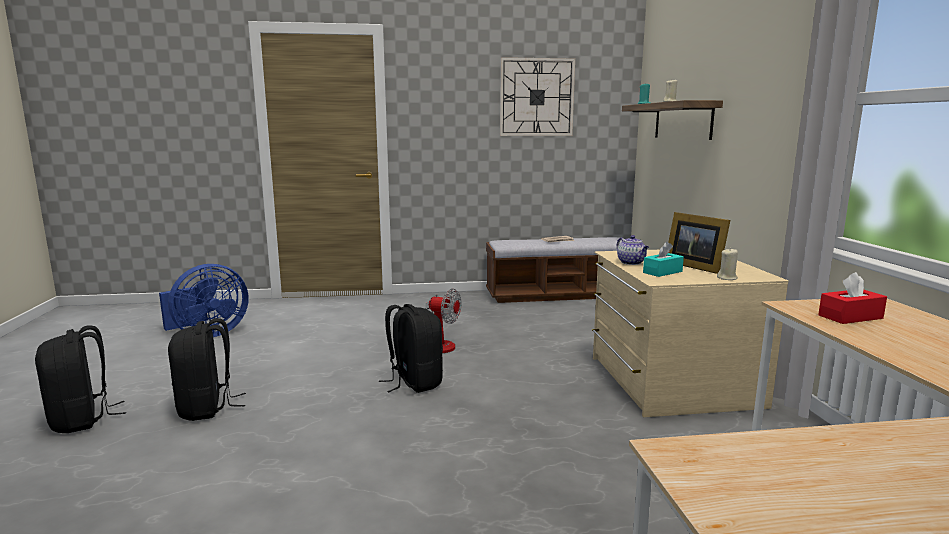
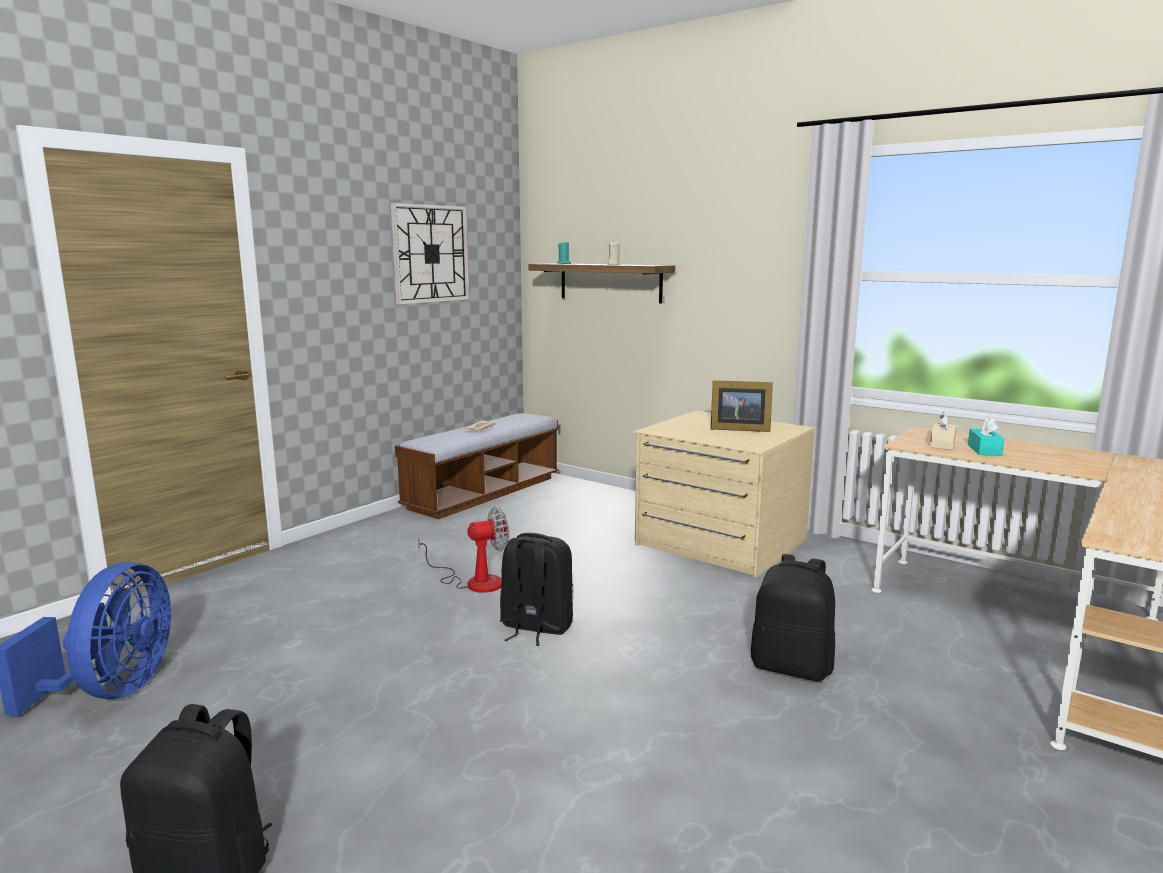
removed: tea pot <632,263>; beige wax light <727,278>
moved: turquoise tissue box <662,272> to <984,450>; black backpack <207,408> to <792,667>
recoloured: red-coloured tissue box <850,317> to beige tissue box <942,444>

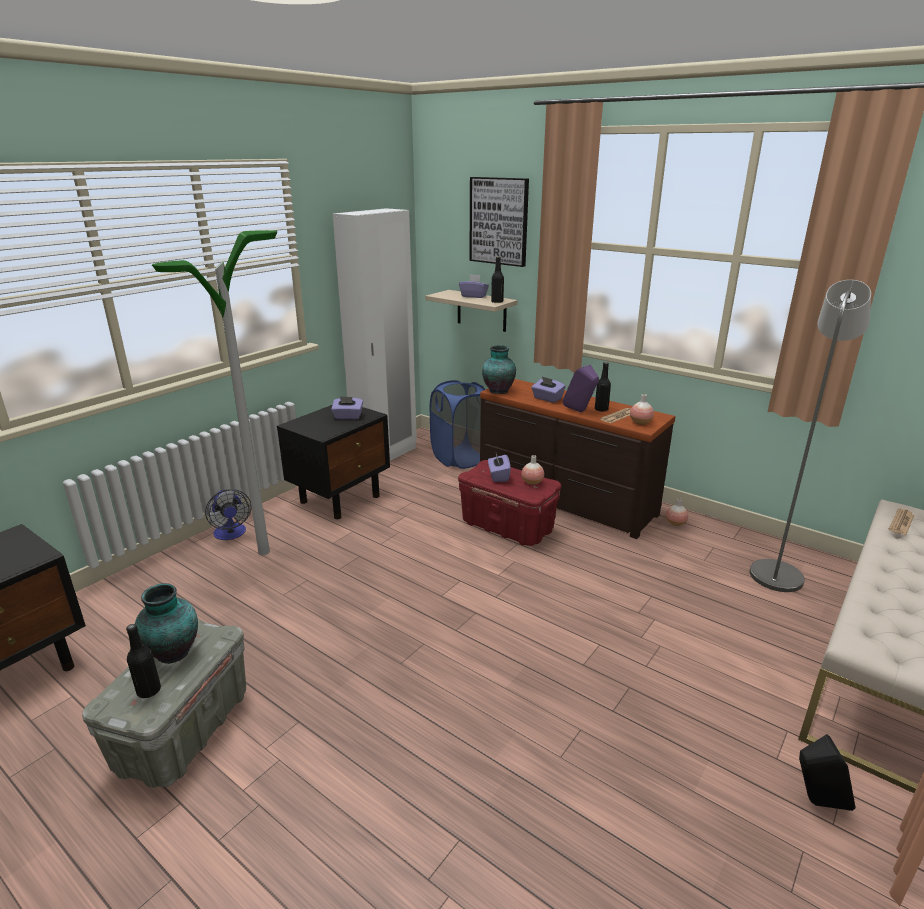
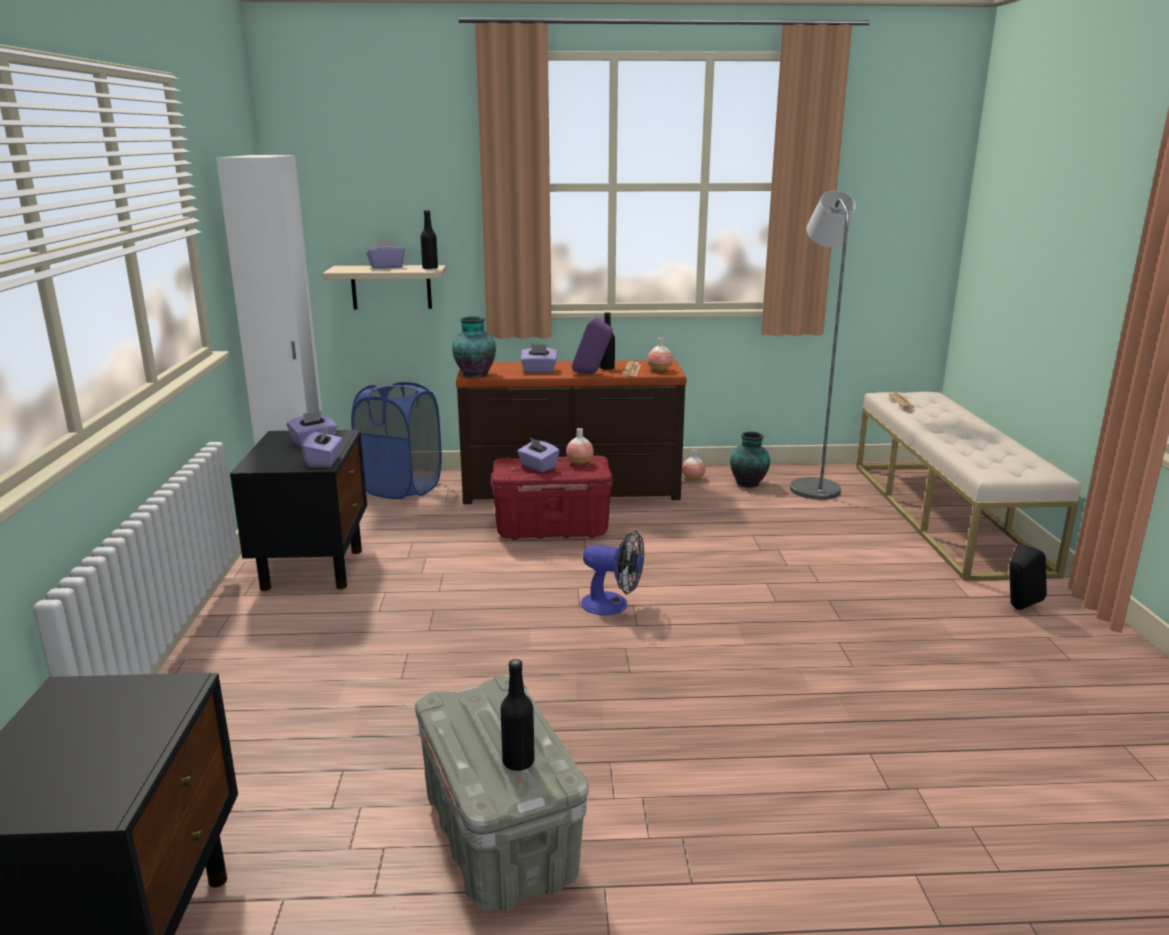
removed: wall art <499,221>; floor lamp <264,552>
added: purple-coloured tissue box <324,461>
moved: fan <231,534> to <613,605>; vase <173,653> to <749,484>

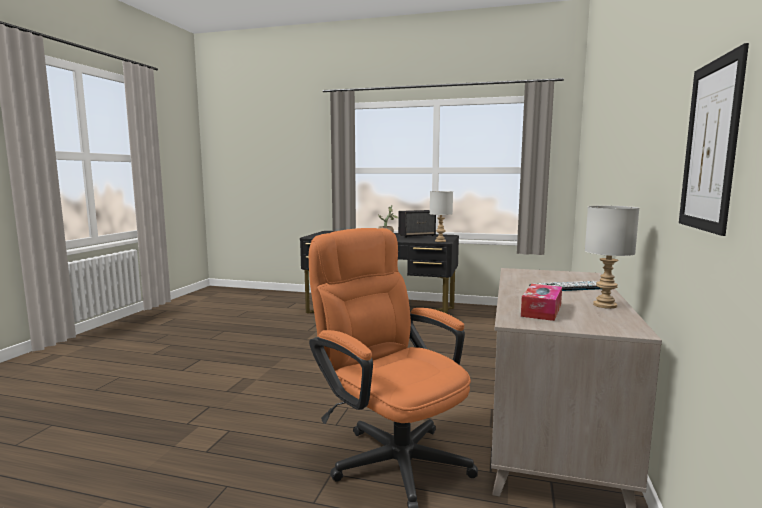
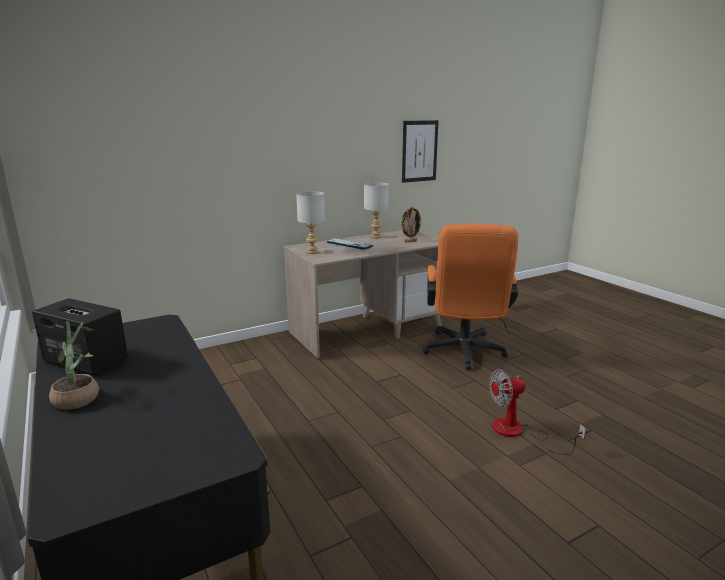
added: fan <518,432>
moved: greyish table lamp <440,241> to <311,252>
replaced: tissue box <541,310> to photo frame <410,241>

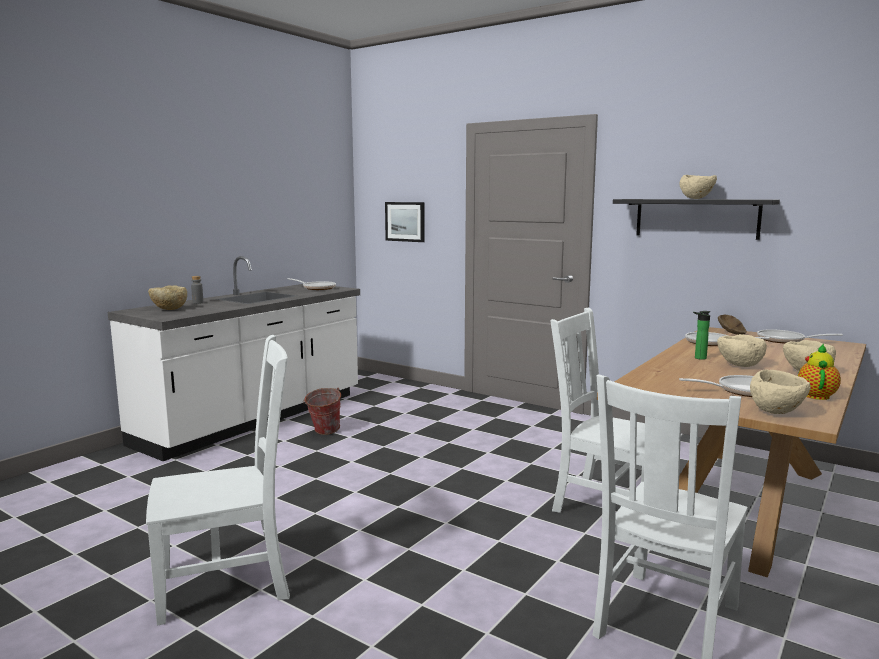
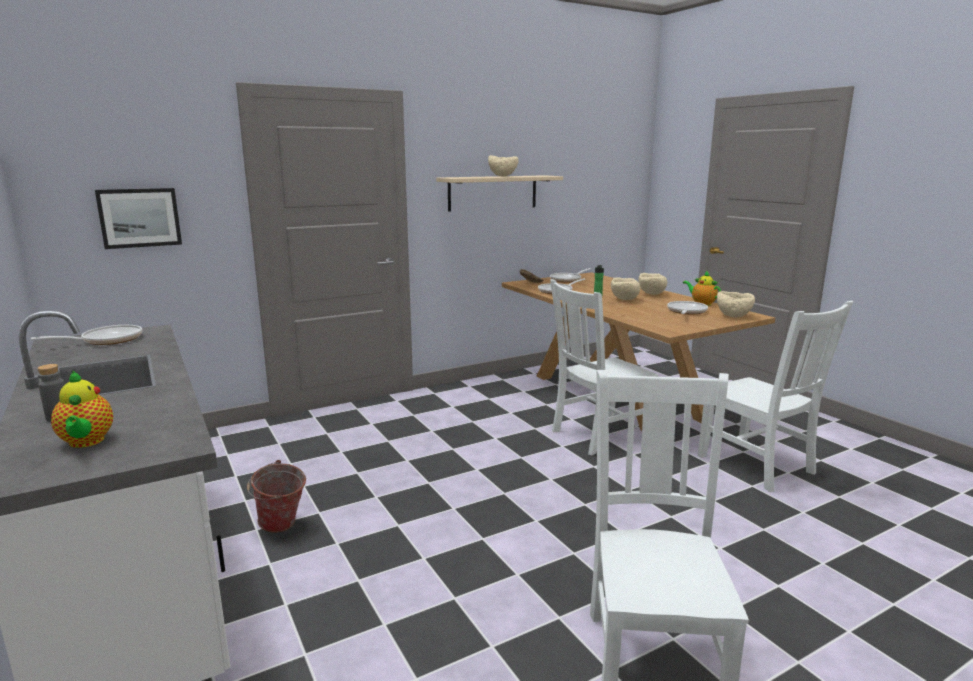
replaced: beige bowl <169,309> to tea pot <86,442>
recoloured: black shelf <696,218> to beige shelf <493,192>

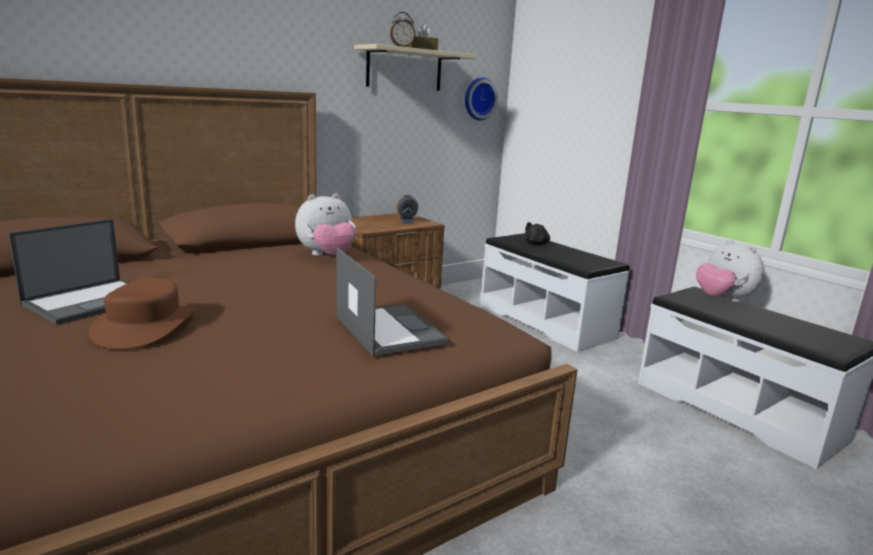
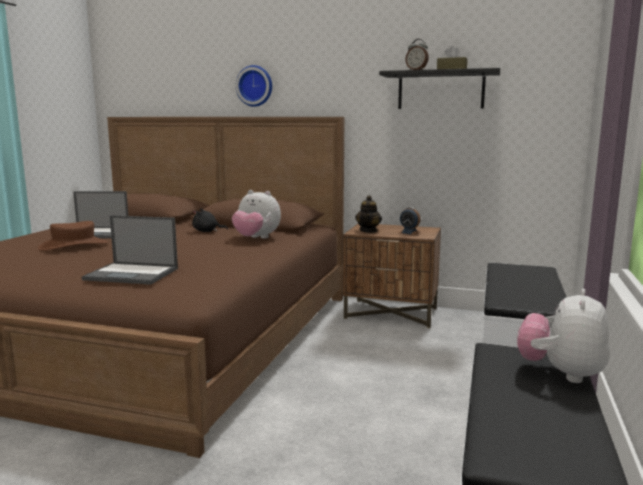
added: tea pot <368,231>
moved: wall clock <478,99> to <255,86>; black soft toy <536,244> to <207,231>
recoloured: beige shelf <404,69> to black shelf <441,90>
turned: notebook computer <388,329> = <133,274> 75 degrees clockwise

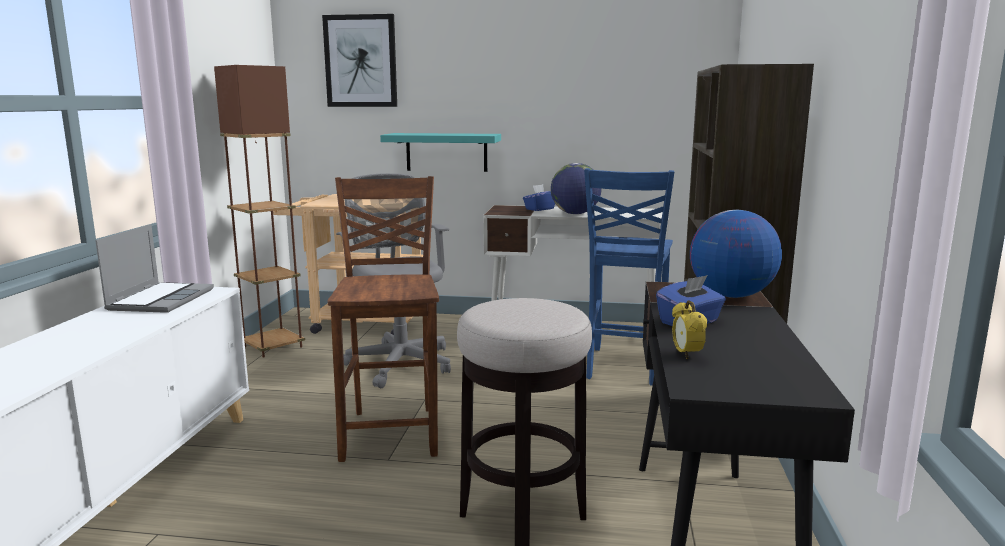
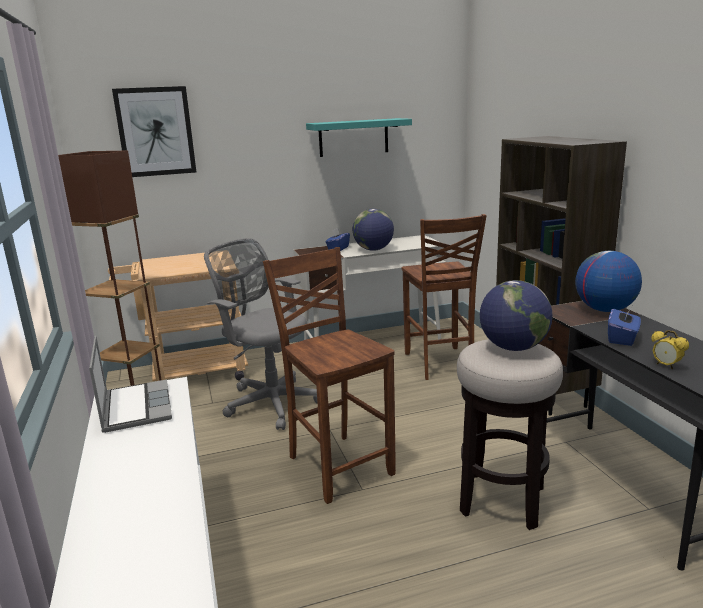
added: desk globe <513,348>
moved: turquoise shelf <446,152> to <353,137>
recoloured: blue upright chair <623,367> to brownish upright chair <439,364>

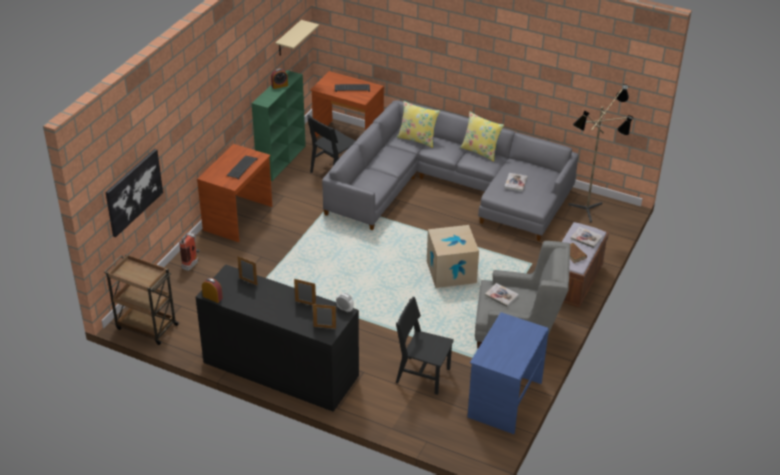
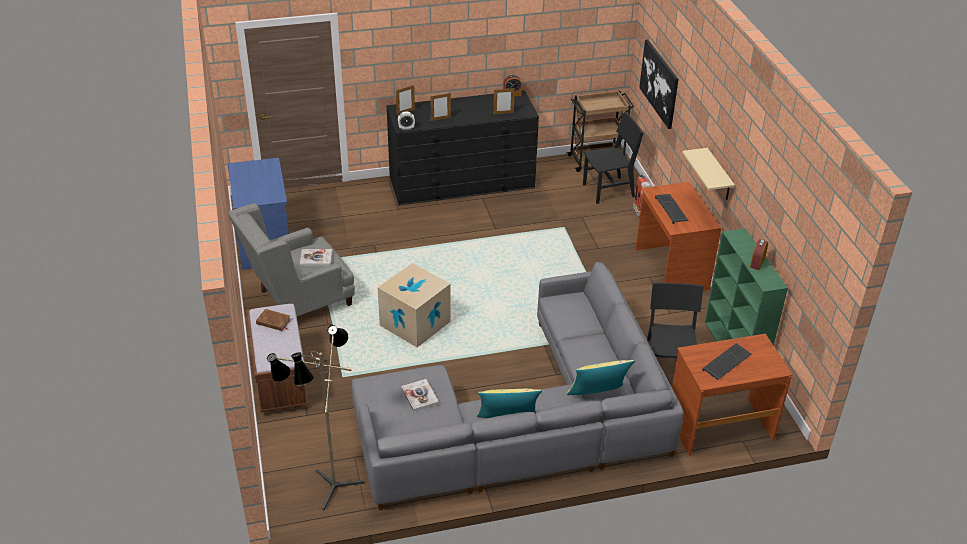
removed: book <586,238>
moved: beige shelf <288,39> to <719,175>; black upright chair <423,375> to <608,190>

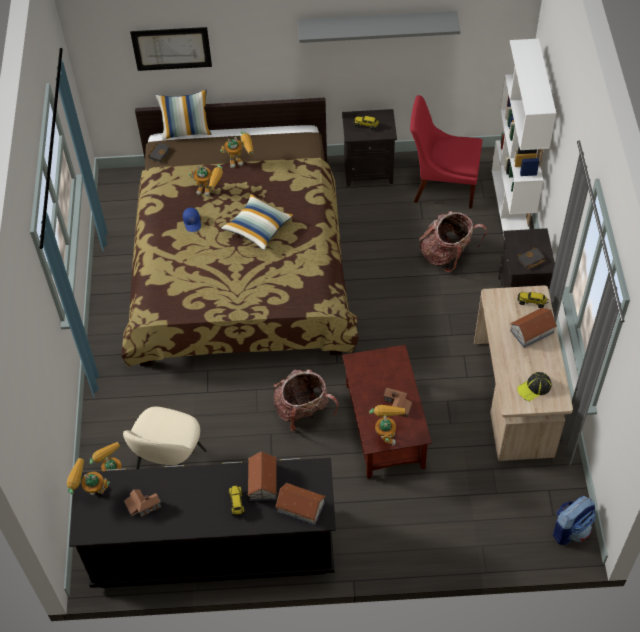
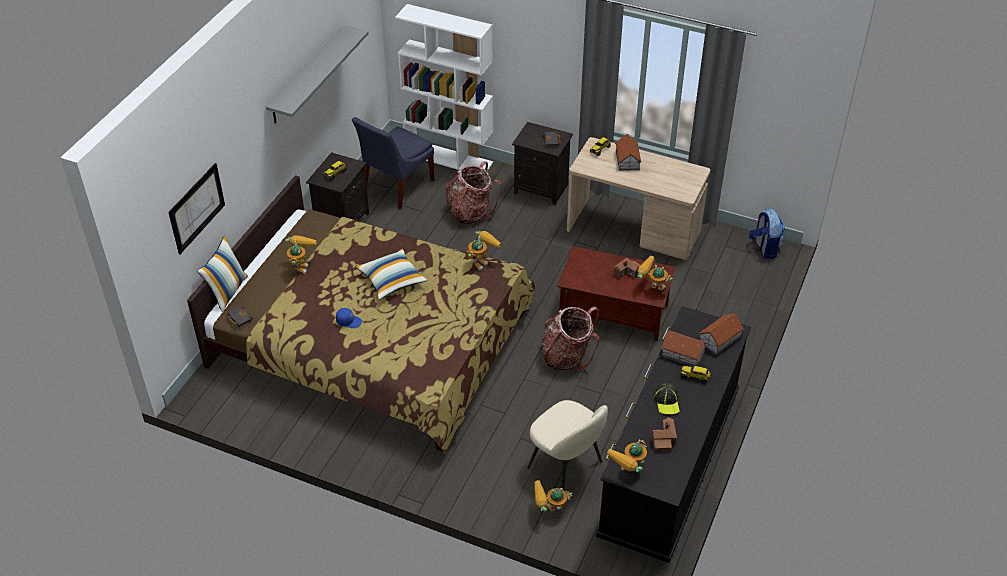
moved: robot figure <210,191> to <482,261>; peaked cap <534,388> to <667,401>
recoloured: red-coloured upright chair <442,185> to blue upright chair <395,187>

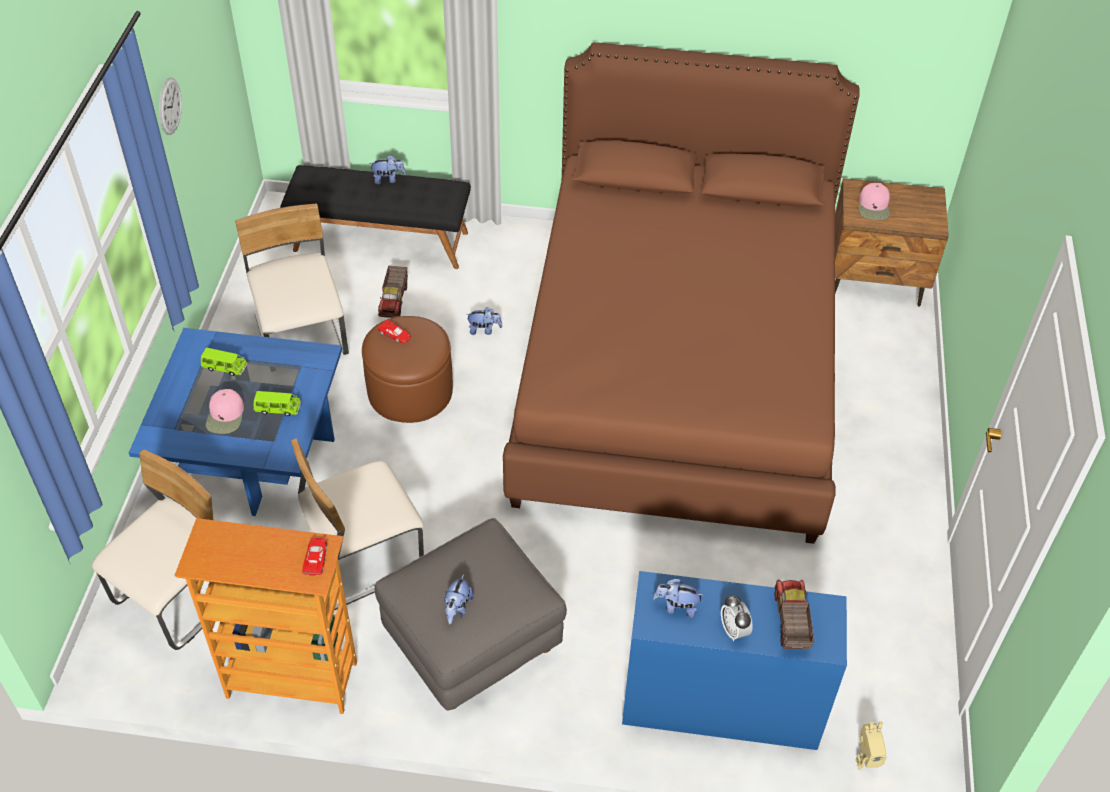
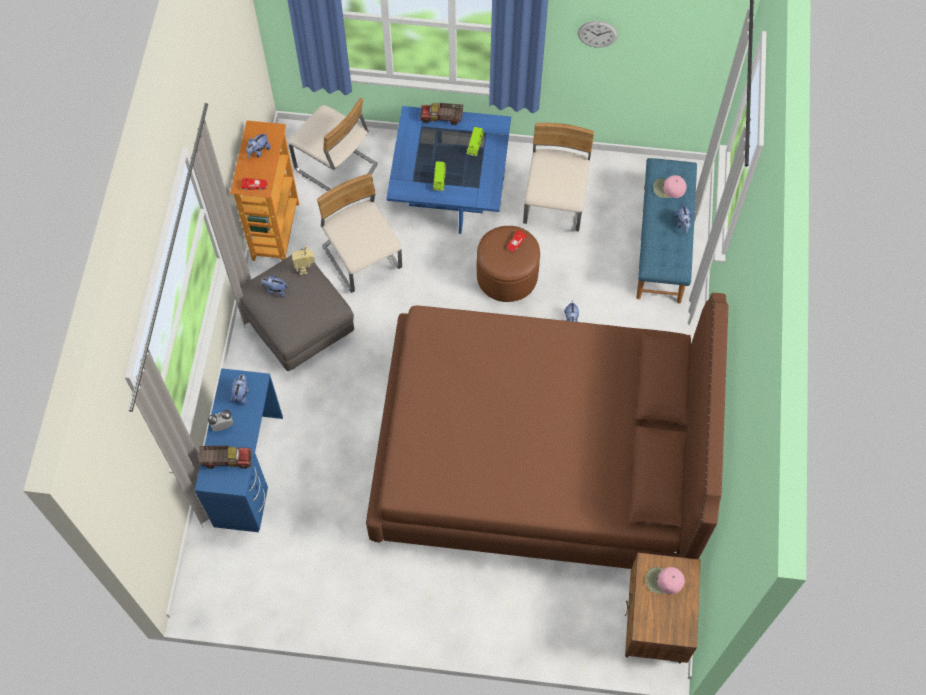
added: soft toy <258,151>
moved: toy lorry <394,300> to <441,118>; pink peaked cap <225,416> to <668,188>; robot figure <865,759> to <305,268>
recoloured: black long seat <381,240> to blue long seat <663,244>
turned: beige upright chair <302,336> = <555,203> 60 degrees counterclockwise

